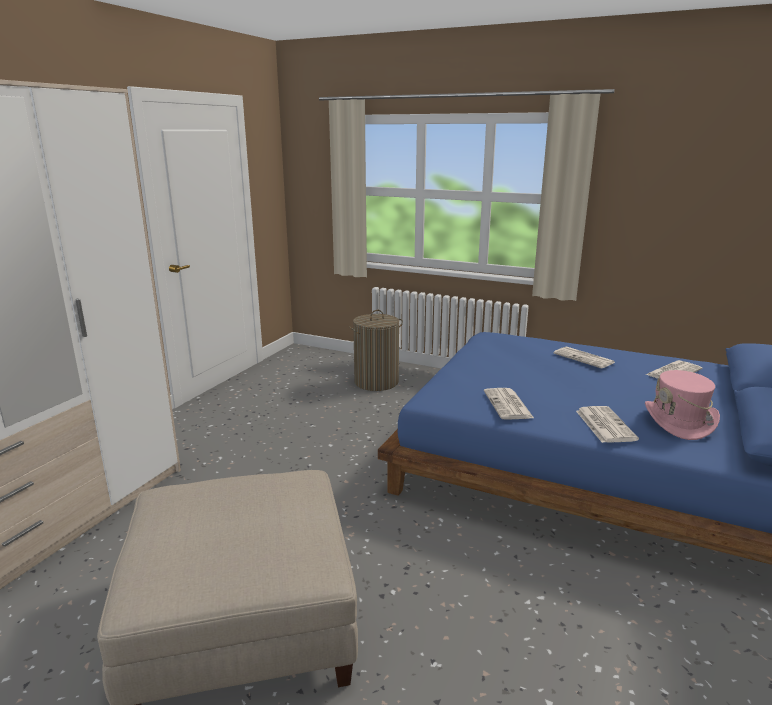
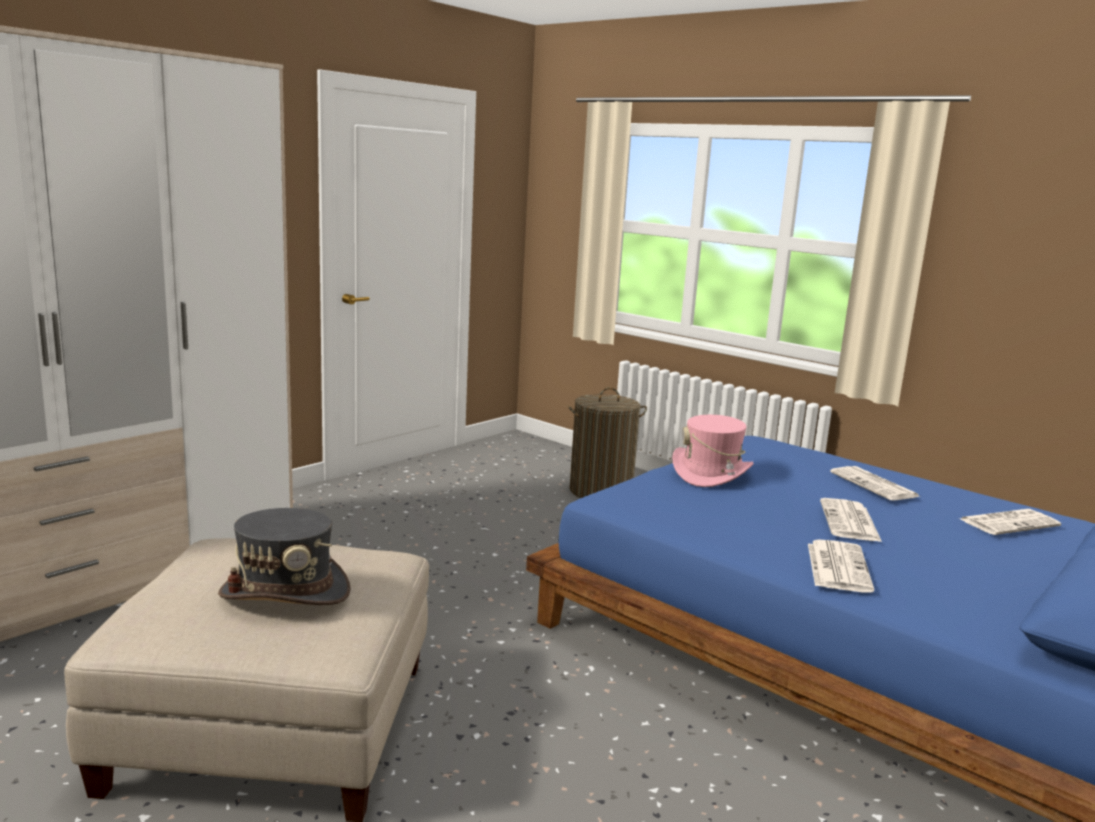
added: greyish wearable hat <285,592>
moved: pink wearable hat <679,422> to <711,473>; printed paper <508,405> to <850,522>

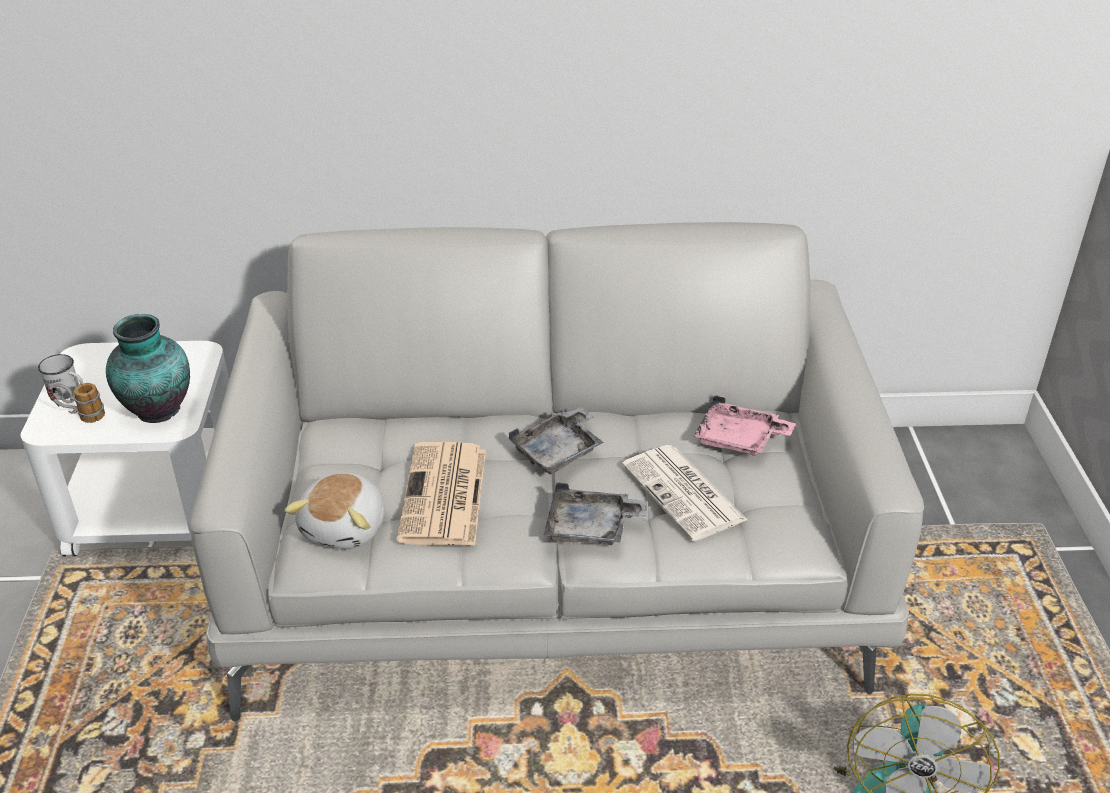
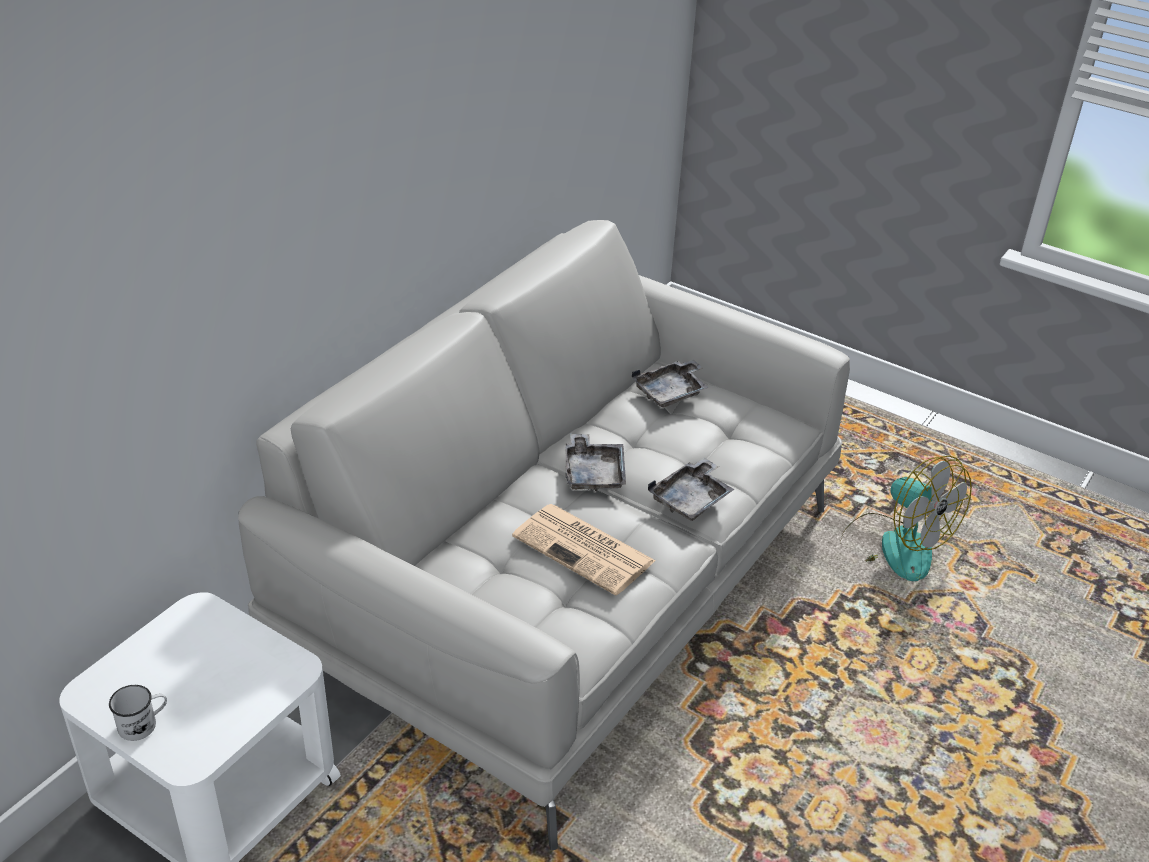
removed: vase <157,411>; mug <80,416>; printed paper <685,494>; soft toy <346,527>
recoloured: pink tray <739,439> to greyish tray <671,392>

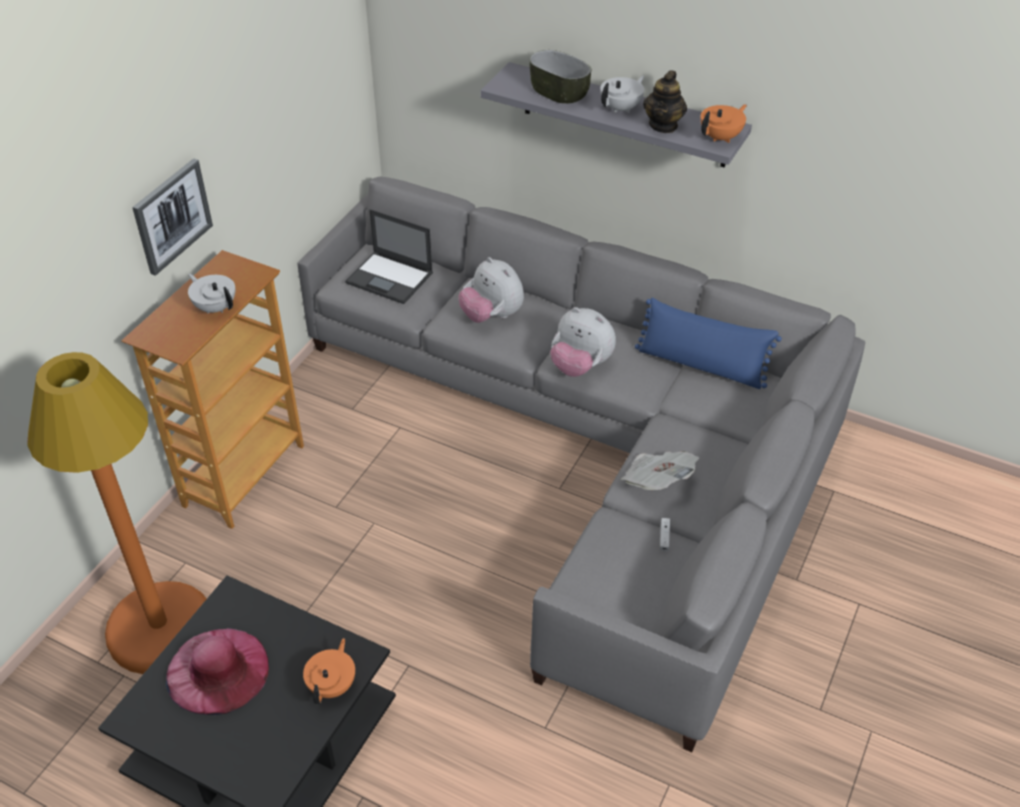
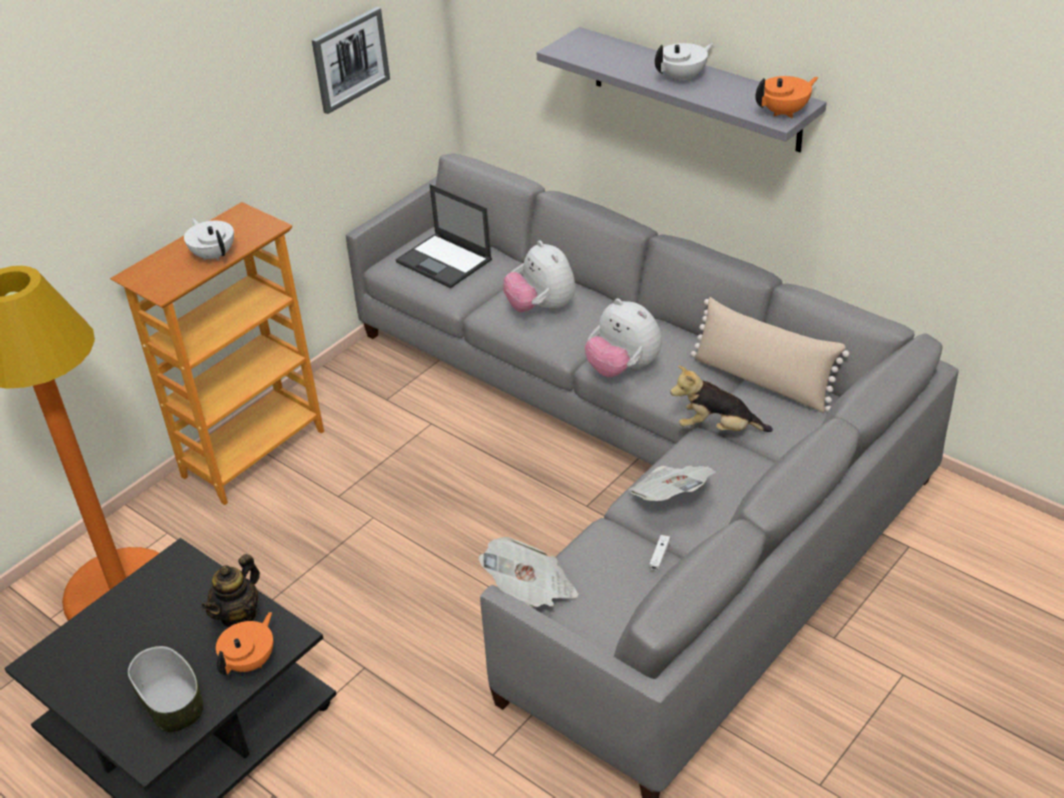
removed: pink wearable hat <217,671>
added: soft toy <717,428>; printed paper <531,590>
moved: bowl <559,92> to <172,705>; tea pot <663,125> to <239,615>; wall art <171,216> to <350,59>
recoloured: blue cushion <701,365> to beige cushion <762,381>

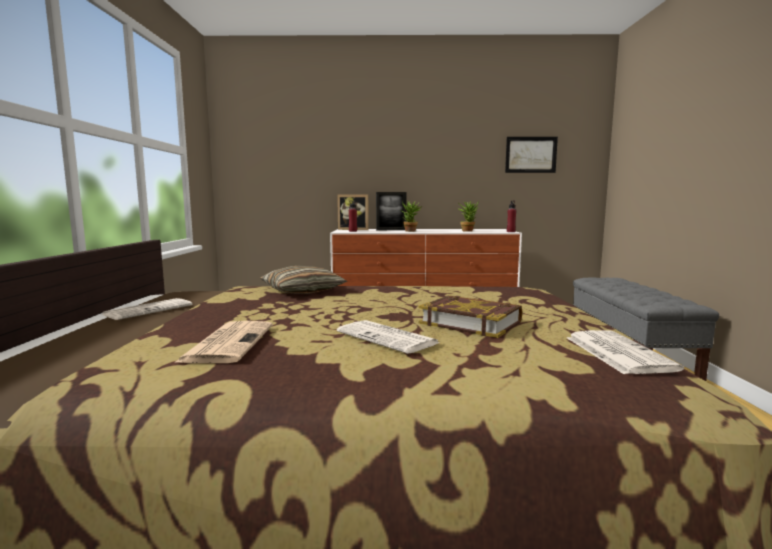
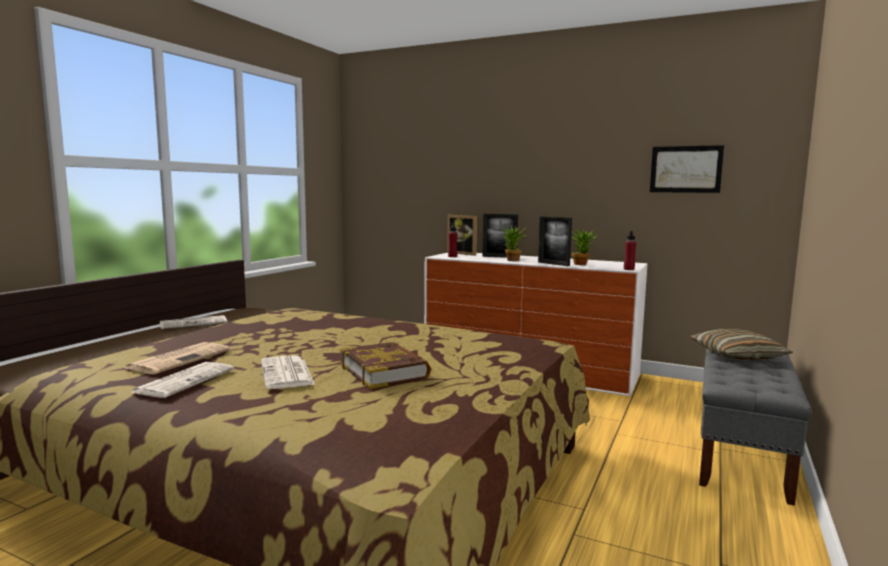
added: photo frame <553,264>
moved: cushion <302,291> to <737,355>; printed paper <616,352> to <185,380>

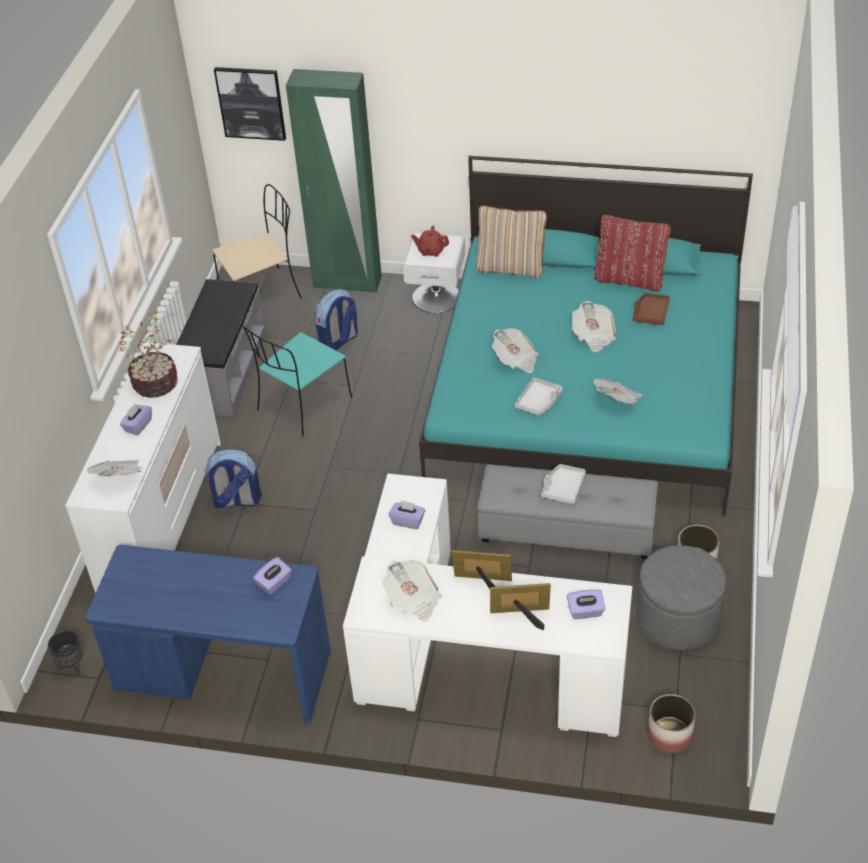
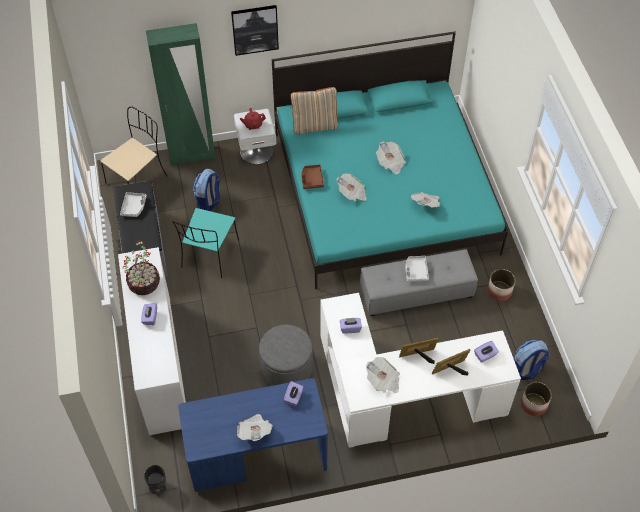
removed: red-coloured cushion <630,279>
moved: wall art <251,103> to <255,29>; brownish tray <650,314> to <312,179>; greyish tray <539,401> to <134,207>; backpack <236,501> to <526,370>; printed paper <120,477> to <255,431>; greyish pouffe <677,619> to <286,367>

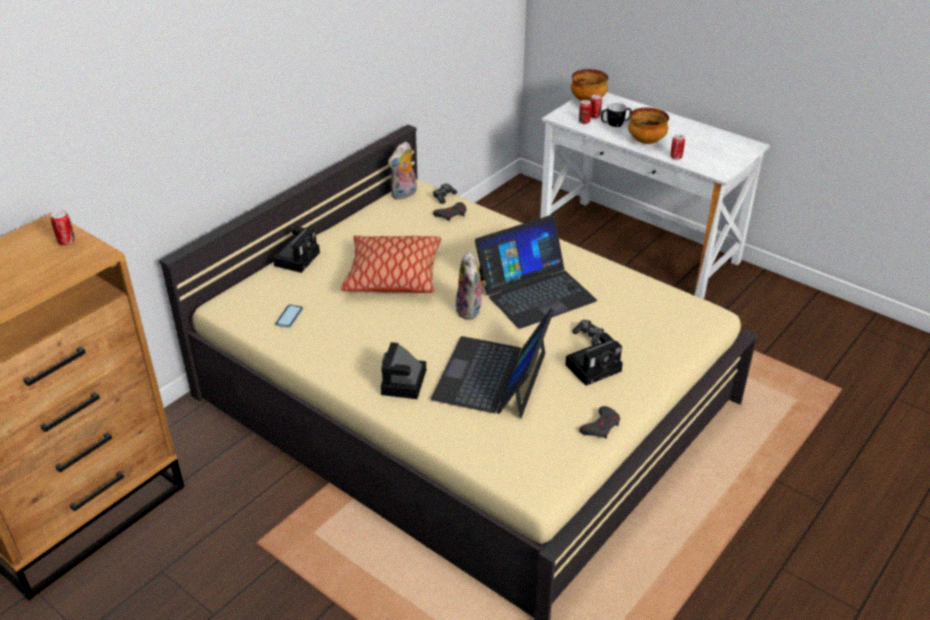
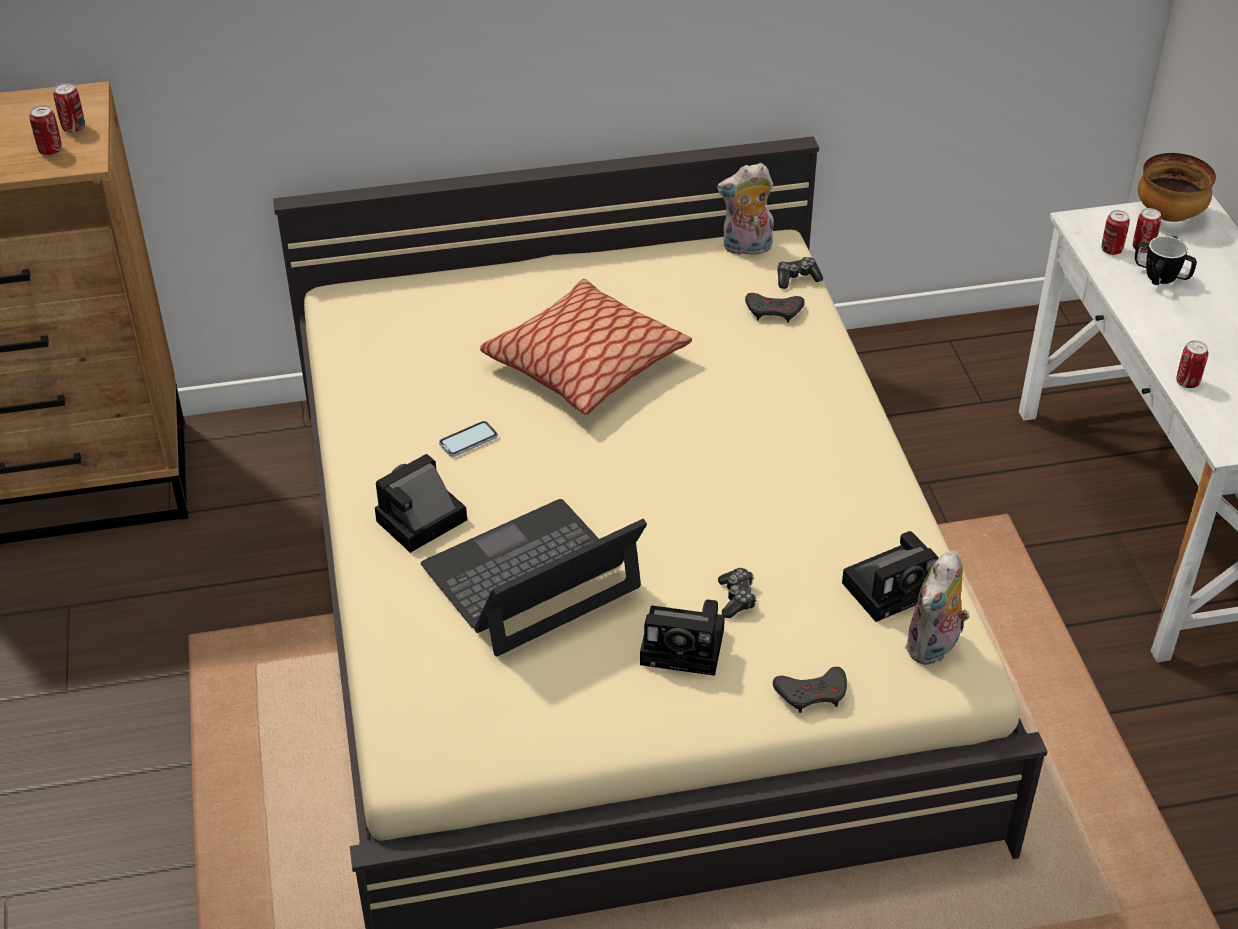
removed: bowl <645,141>; notebook computer <535,291>
added: can <50,150>
moved: still camera <297,258> to <891,587>; soft toy <471,310> to <934,647>; phone <289,317> to <468,440>; greyish gamepad <601,426> to <812,693>

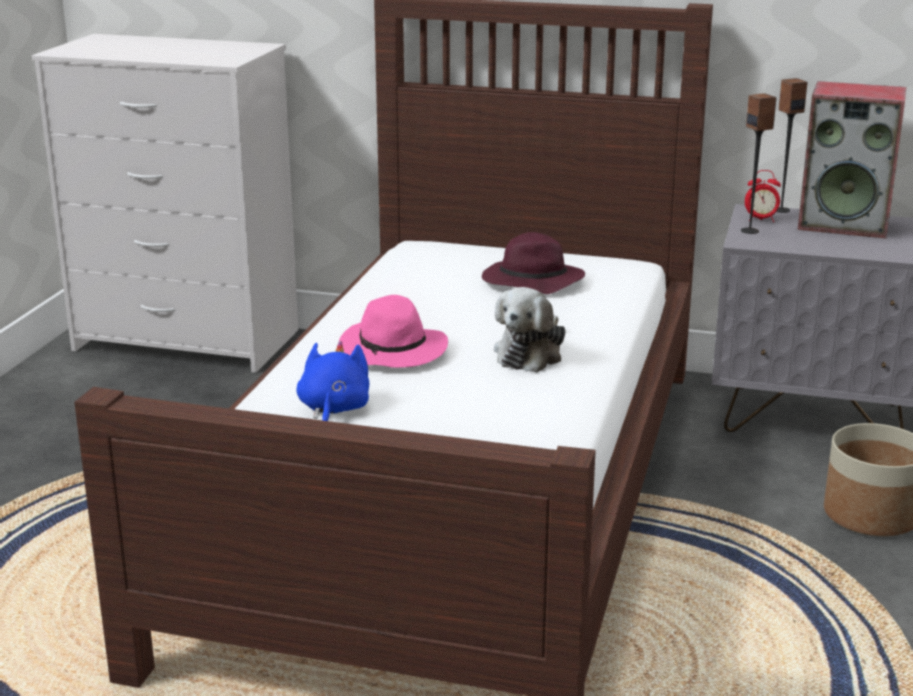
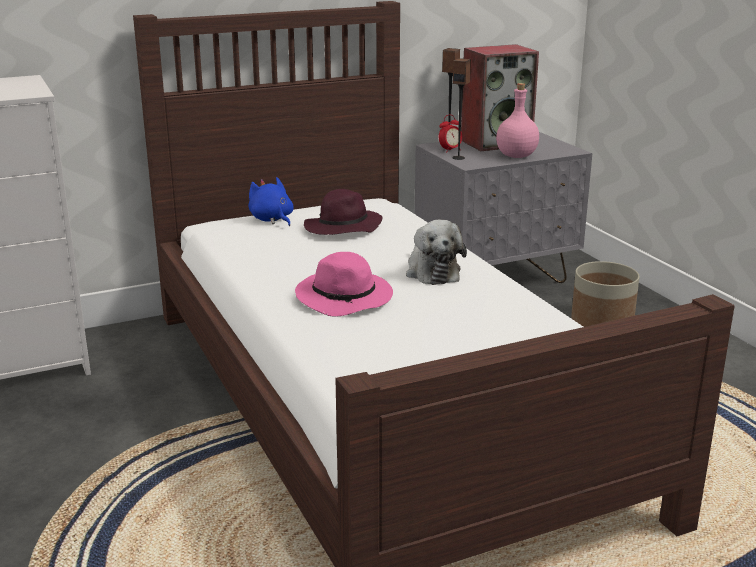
added: pink bottle <517,156>
moved: blue soft toy <333,410> to <272,220>

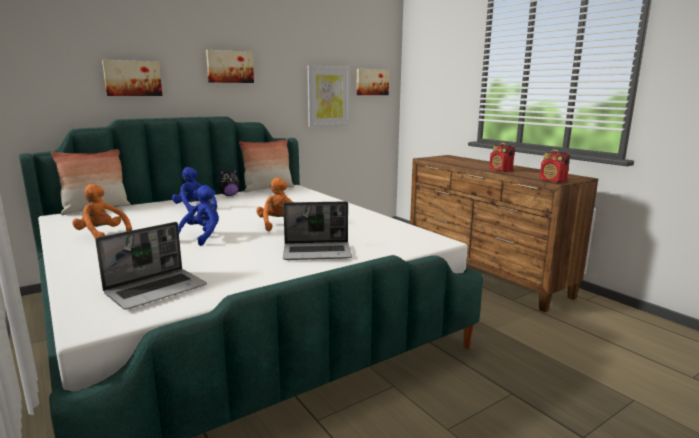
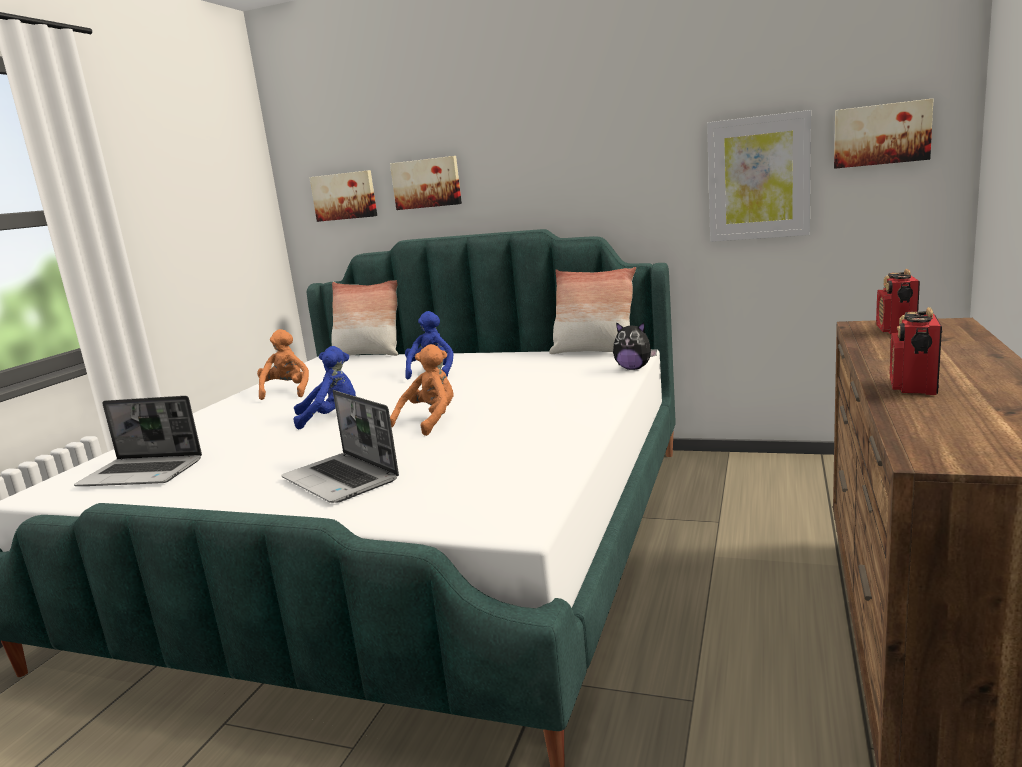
moved: wall art <229,67> to <344,196>; radio set <553,181> to <896,330>; soft toy <229,195> to <633,368>

